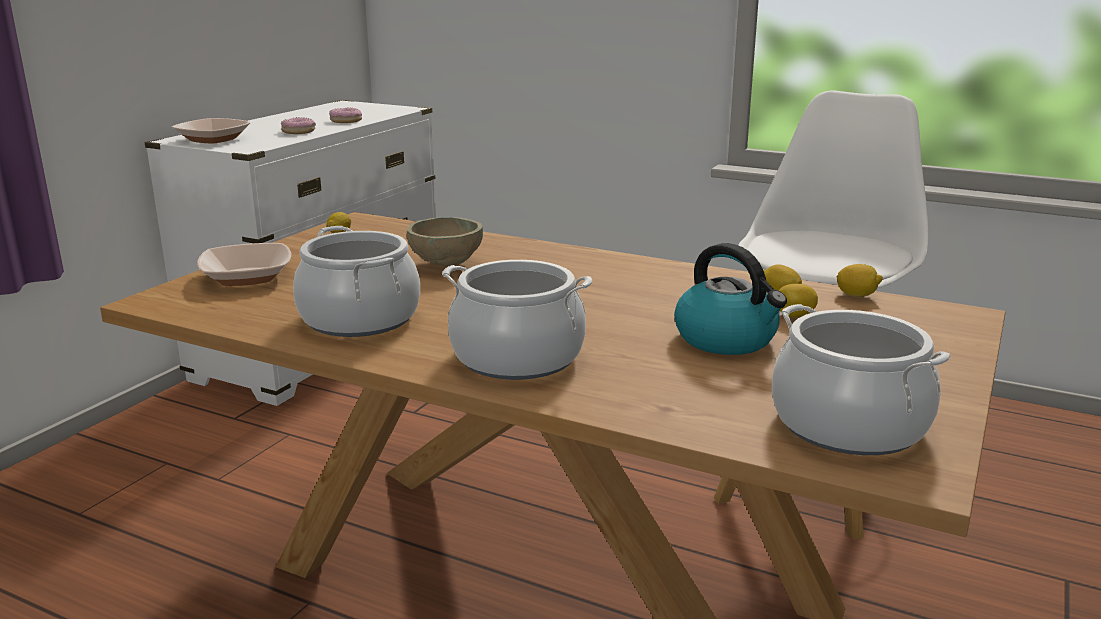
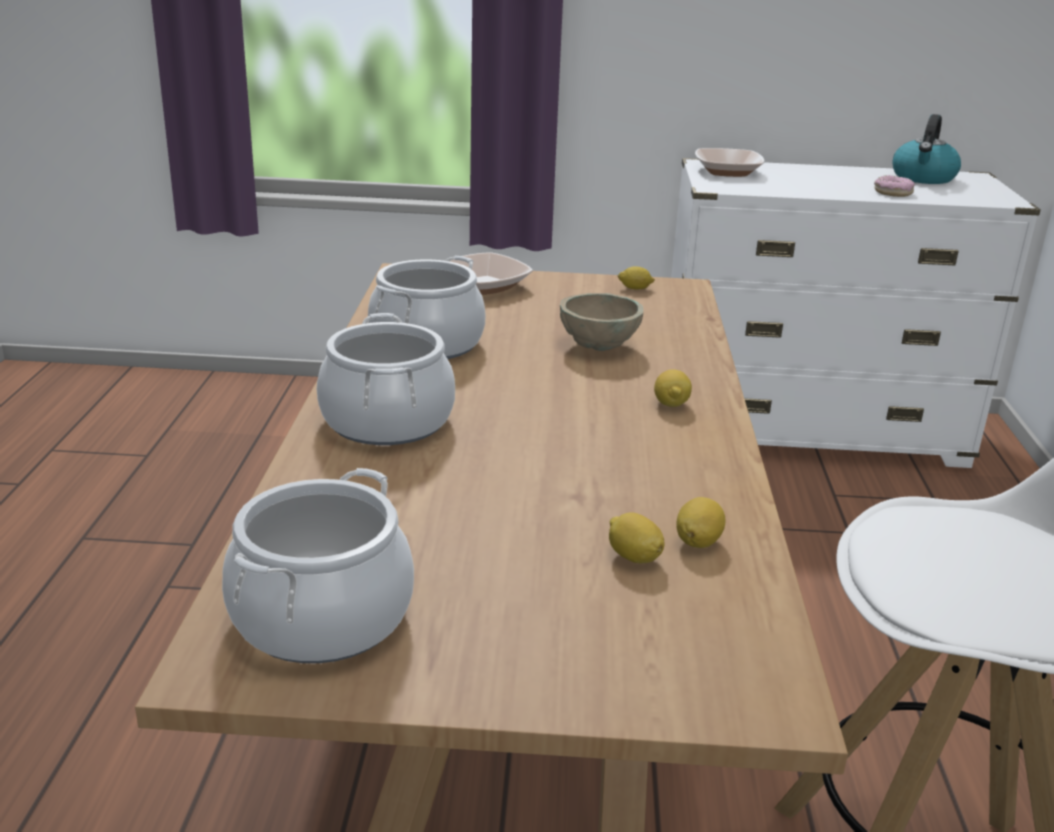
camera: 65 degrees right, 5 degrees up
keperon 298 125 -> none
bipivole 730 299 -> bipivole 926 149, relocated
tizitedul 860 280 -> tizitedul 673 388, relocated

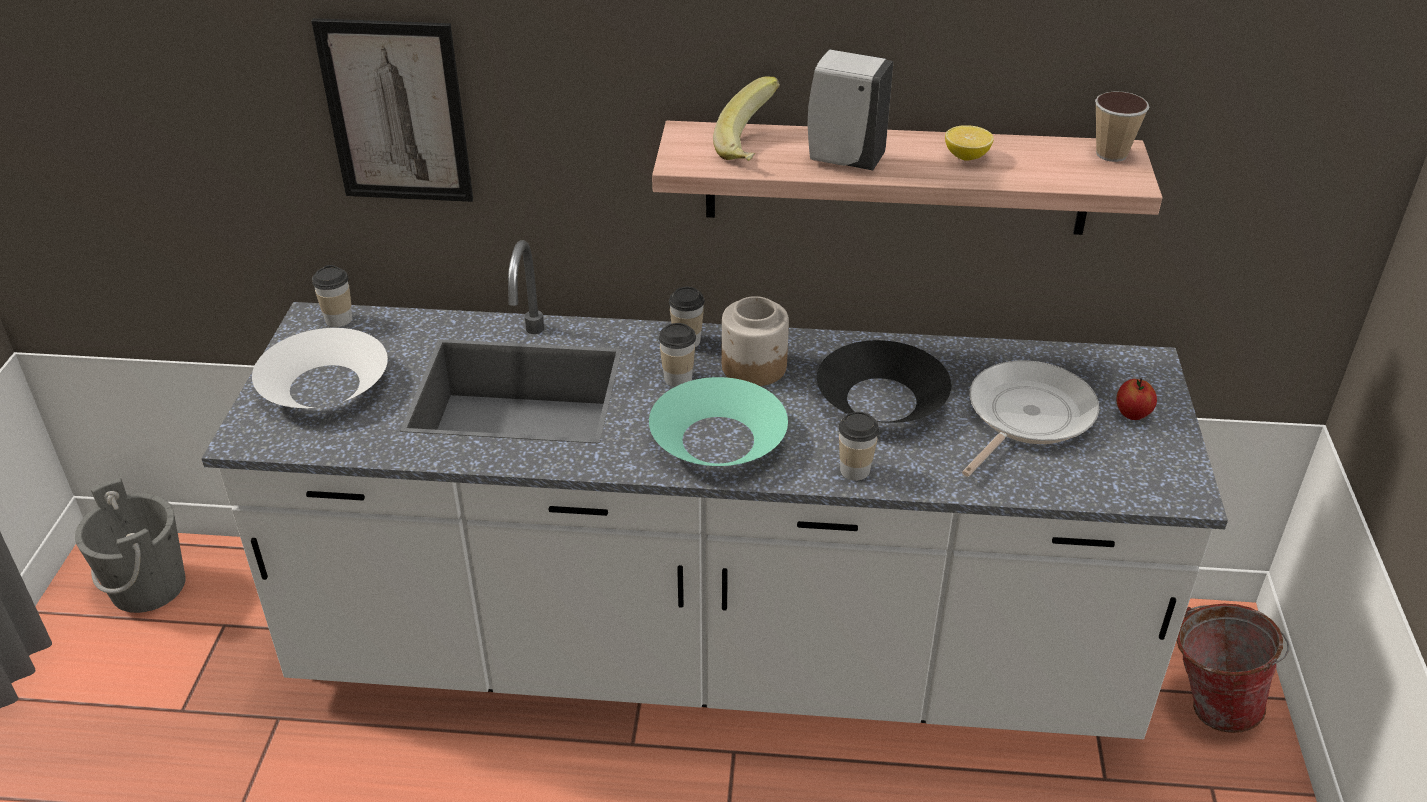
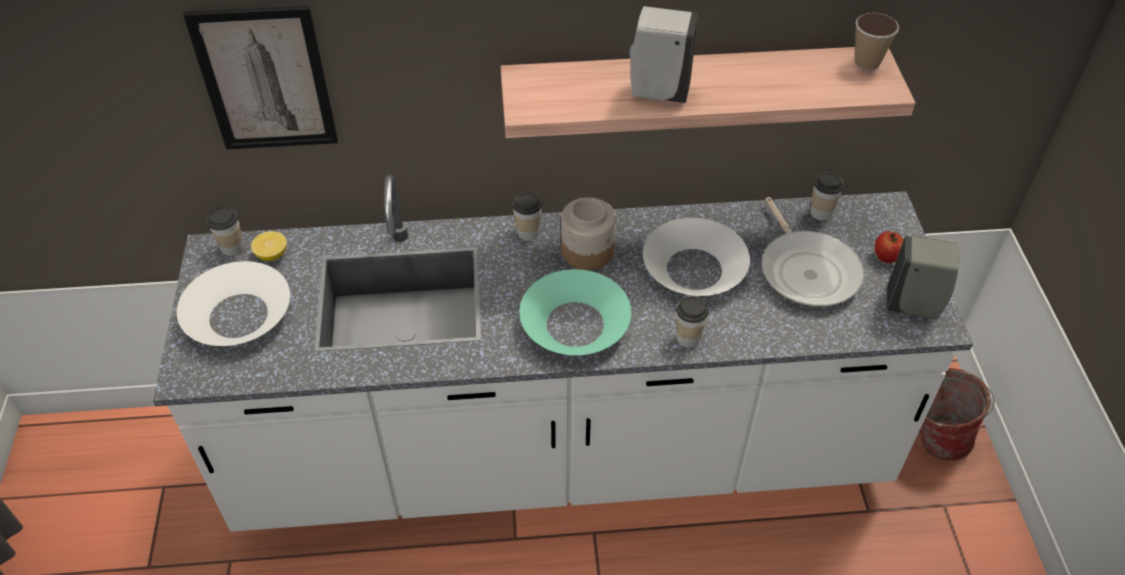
camera: 10 degrees left, 10 degrees up
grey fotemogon 130 545 -> none
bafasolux 677 355 -> bafasolux 827 196, relocated
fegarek 746 118 -> none
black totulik 884 381 -> white totulik 696 257
tizitedul 969 143 -> tizitedul 269 246, relocated
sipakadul 1030 418 -> sipakadul 813 251, 135 degrees clockwise
none -> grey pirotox 923 277

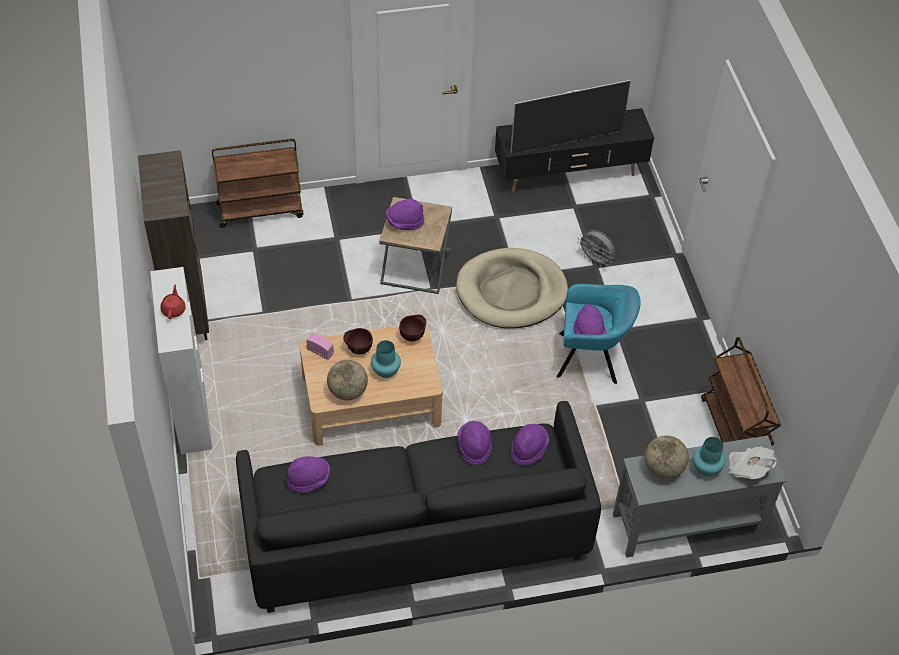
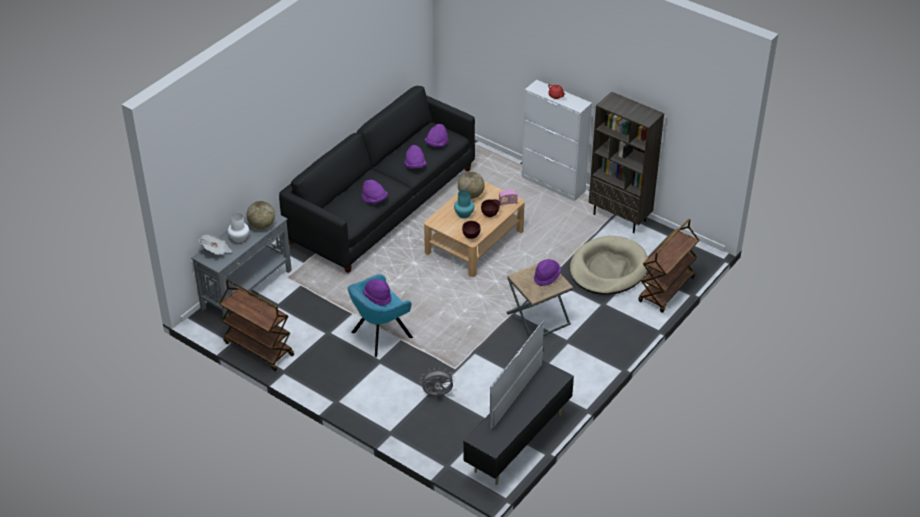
camera: 140 degrees right, 10 degrees down
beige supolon 512 288 -> beige supolon 609 265, relocated
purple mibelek 530 445 -> purple mibelek 415 156, relocated
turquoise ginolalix 709 456 -> white ginolalix 238 228

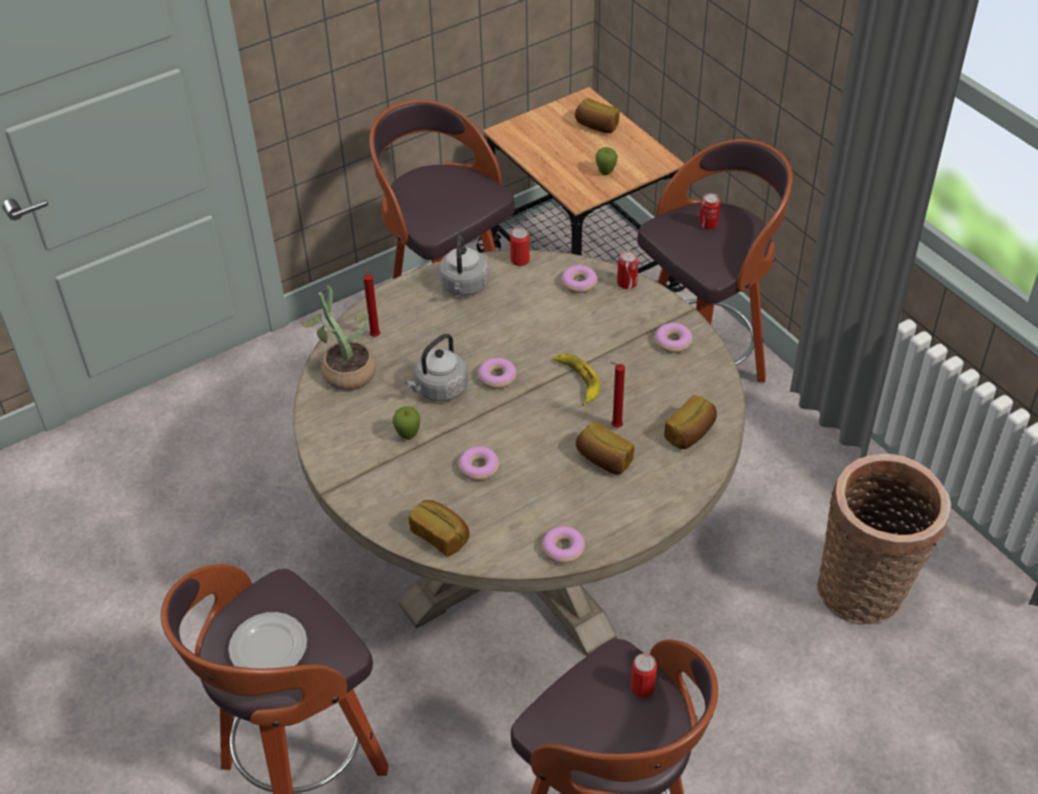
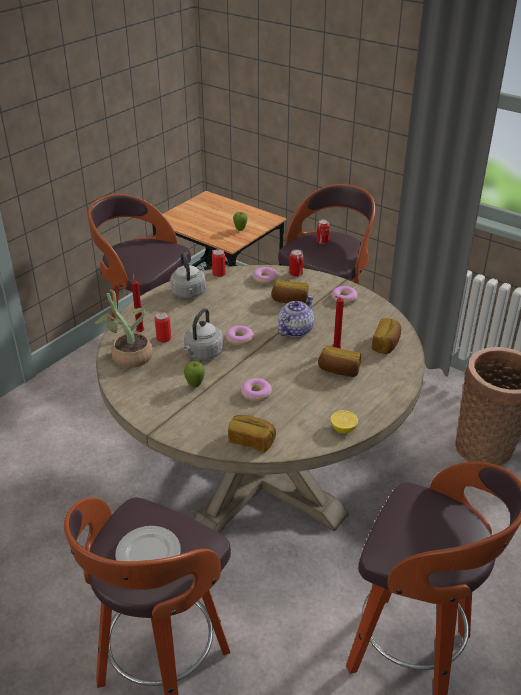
camera: 20 degrees left, 10 degrees down
keperon 563 545 -> tizitedul 344 421
fegarek 577 380 -> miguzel 296 316
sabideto 597 115 -> sabideto 290 291, relocated
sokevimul 644 675 -> sokevimul 163 327, relocated

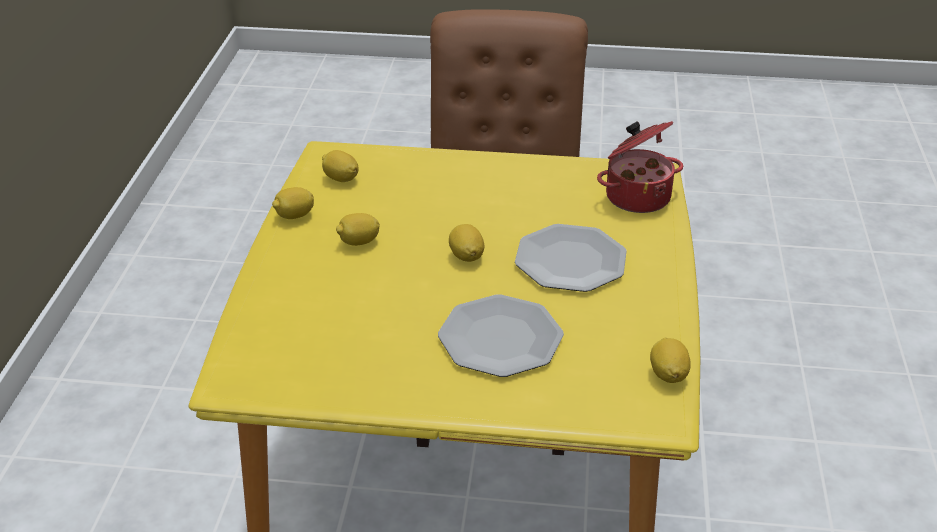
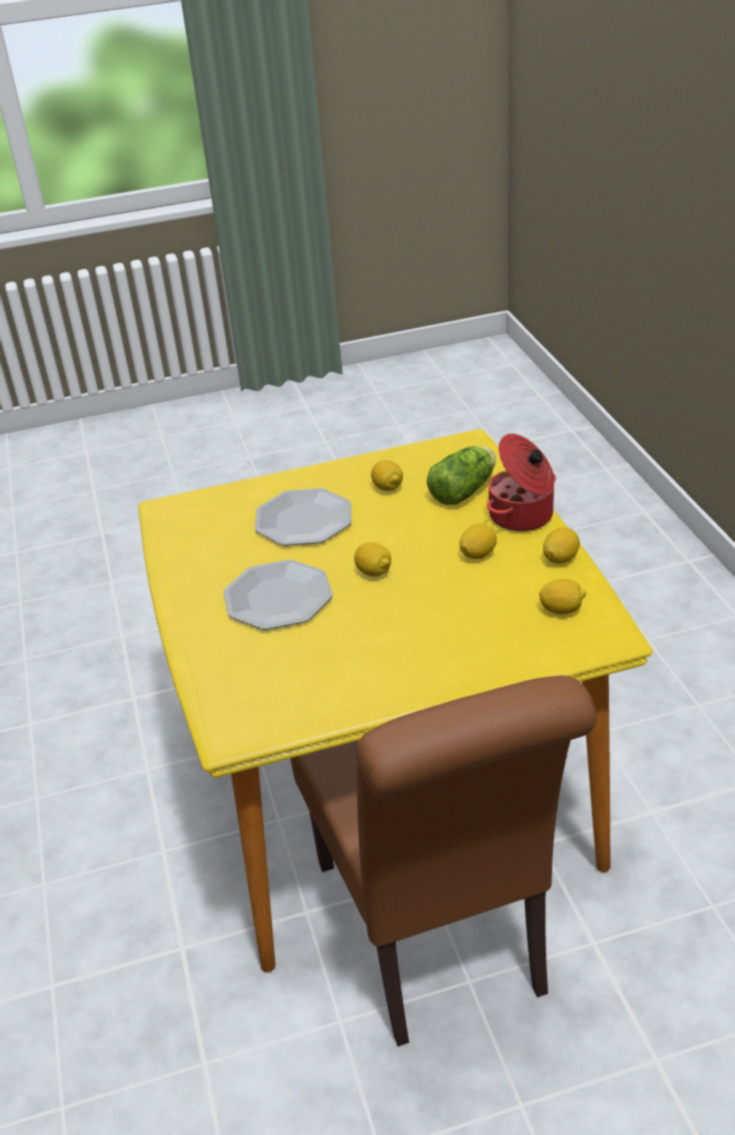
camera: 160 degrees right, 0 degrees up
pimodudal 640 167 -> pimodudal 521 482, relocated
tizitedul 670 360 -> tizitedul 387 475, relocated
none -> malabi 461 475

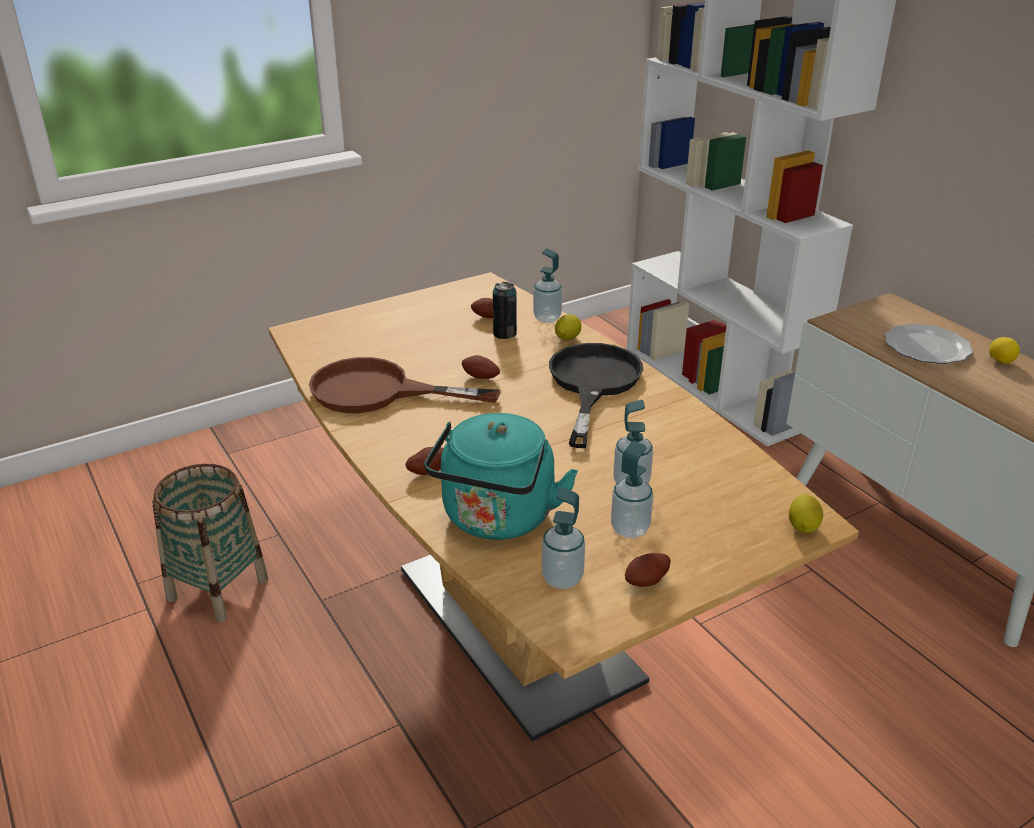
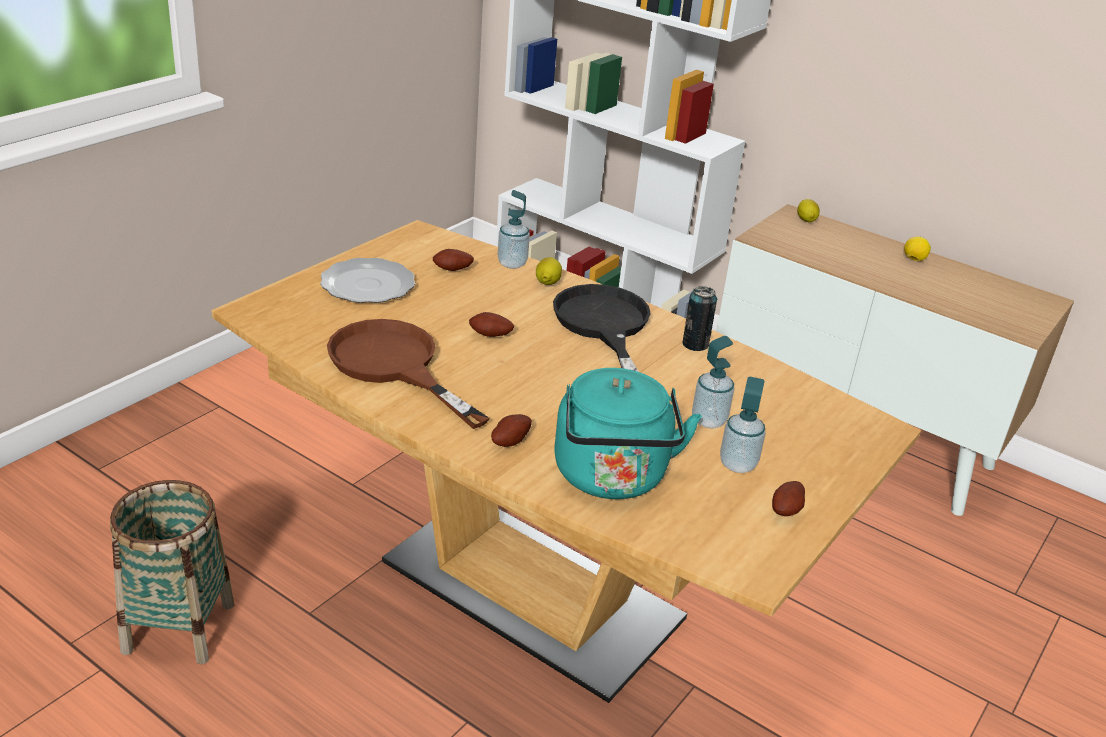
camera: 25 degrees left, 0 degrees up
brown sipakadul 404 385 -> brown sipakadul 408 374, 60 degrees clockwise
sokevimul 505 310 -> sokevimul 699 318, relocated
pirotox 563 538 -> none
tizitedul 806 513 -> tizitedul 808 210, relocated
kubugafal 929 344 -> kubugafal 367 280, relocated

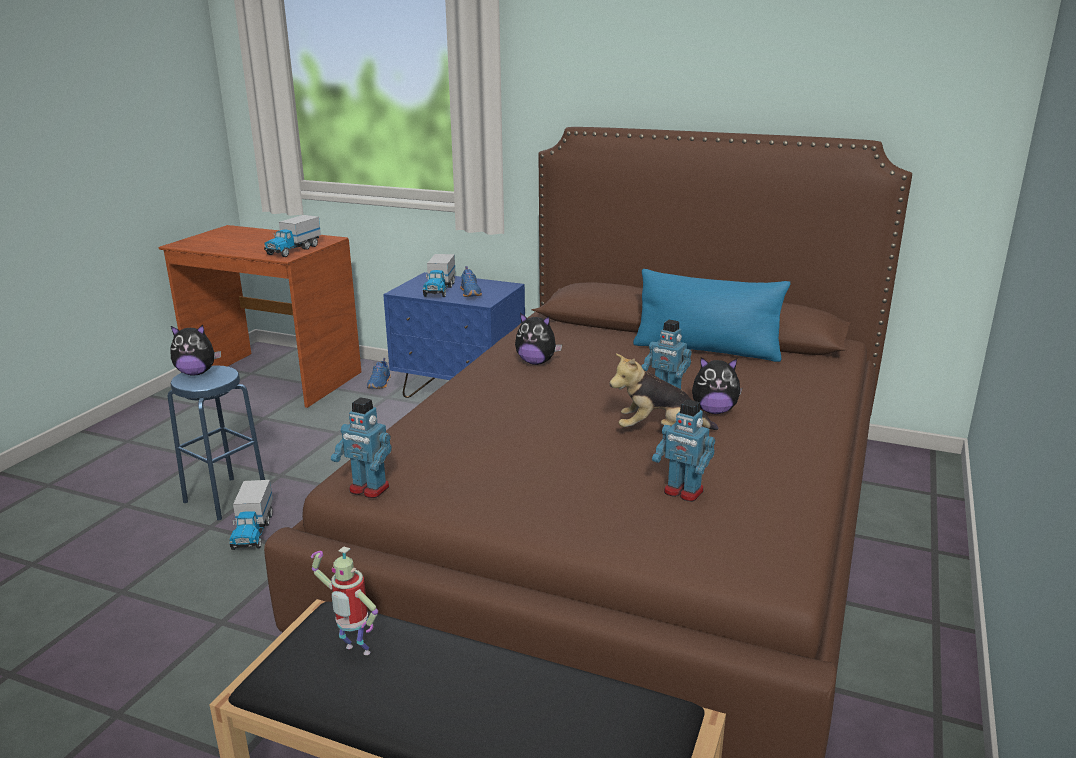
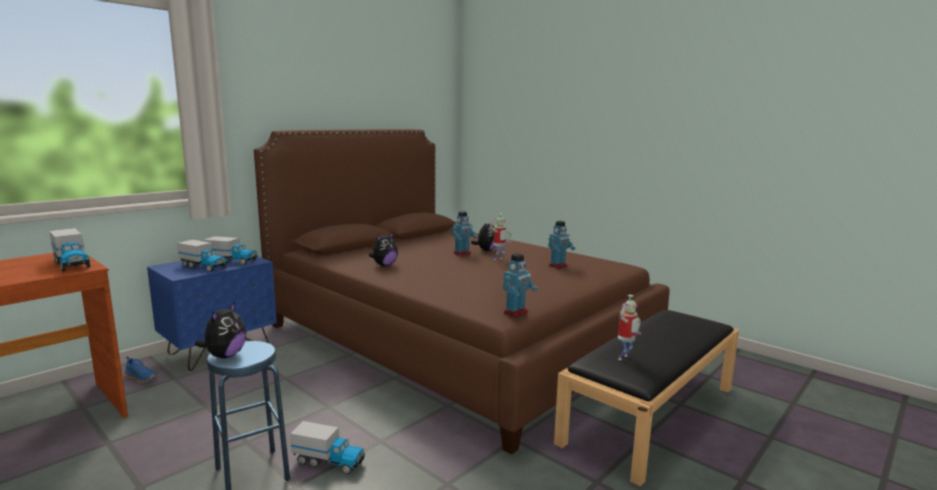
camera: 70 degrees left, 10 degrees down
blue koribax 471 281 -> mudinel 230 250
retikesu 663 392 -> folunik 500 237
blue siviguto 712 315 -> none

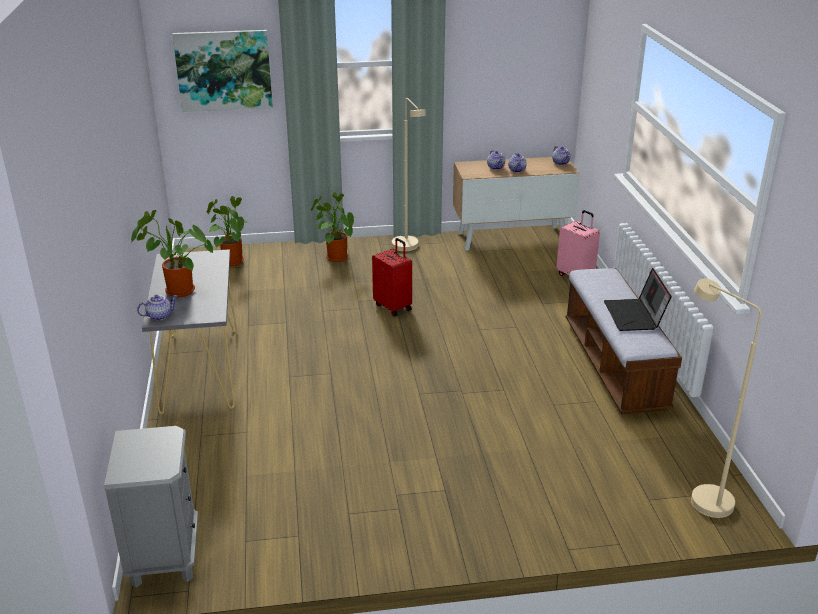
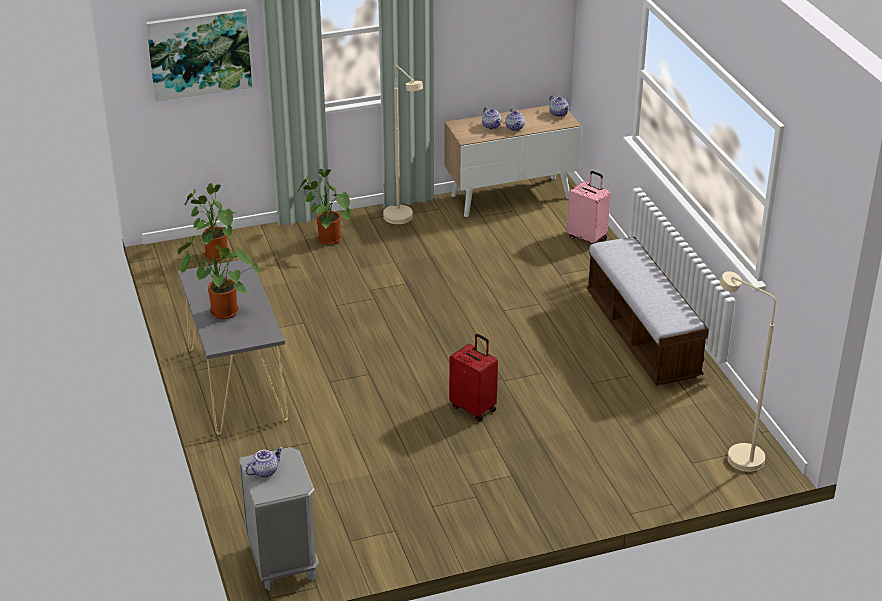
camera: 10 degrees left, 5 degrees up
miguzel 157 307 -> miguzel 264 462, relocated
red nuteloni 392 277 -> red nuteloni 473 378, relocated
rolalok 638 299 -> none

